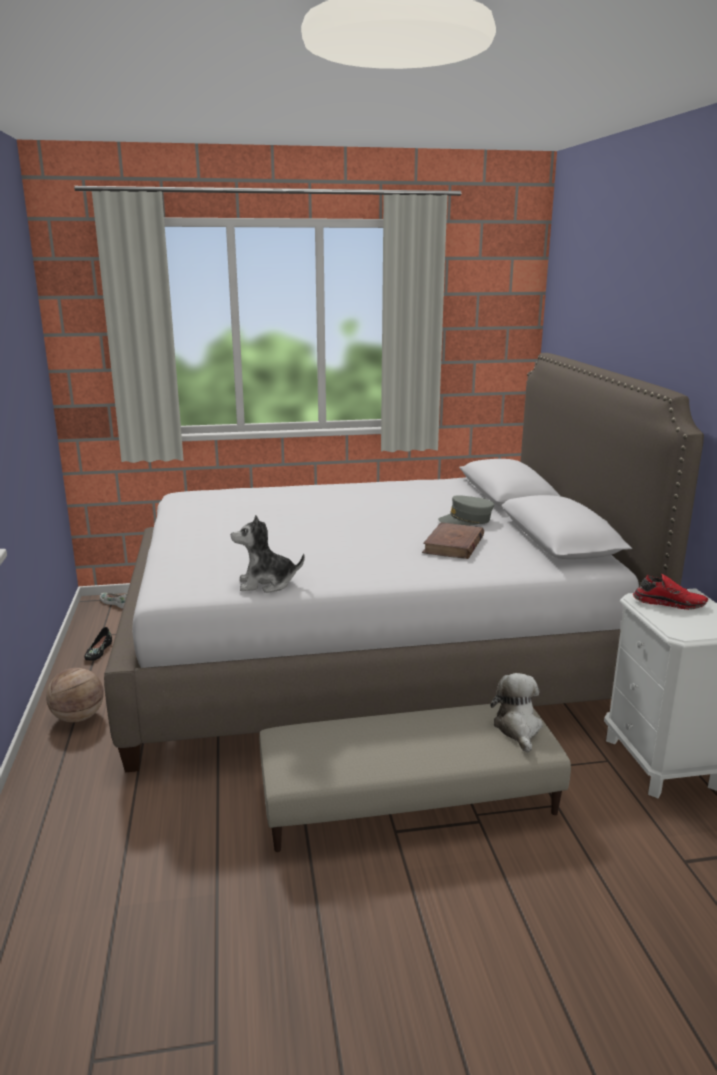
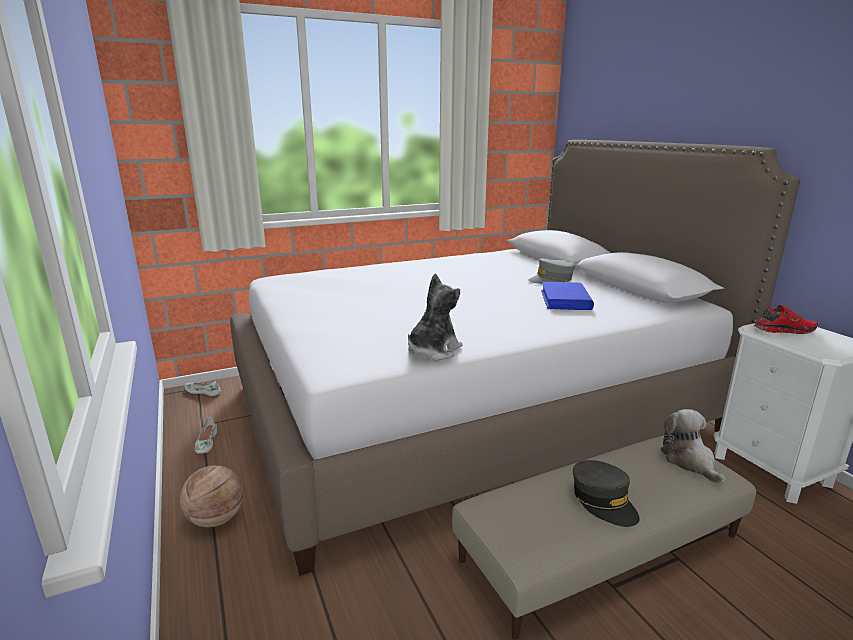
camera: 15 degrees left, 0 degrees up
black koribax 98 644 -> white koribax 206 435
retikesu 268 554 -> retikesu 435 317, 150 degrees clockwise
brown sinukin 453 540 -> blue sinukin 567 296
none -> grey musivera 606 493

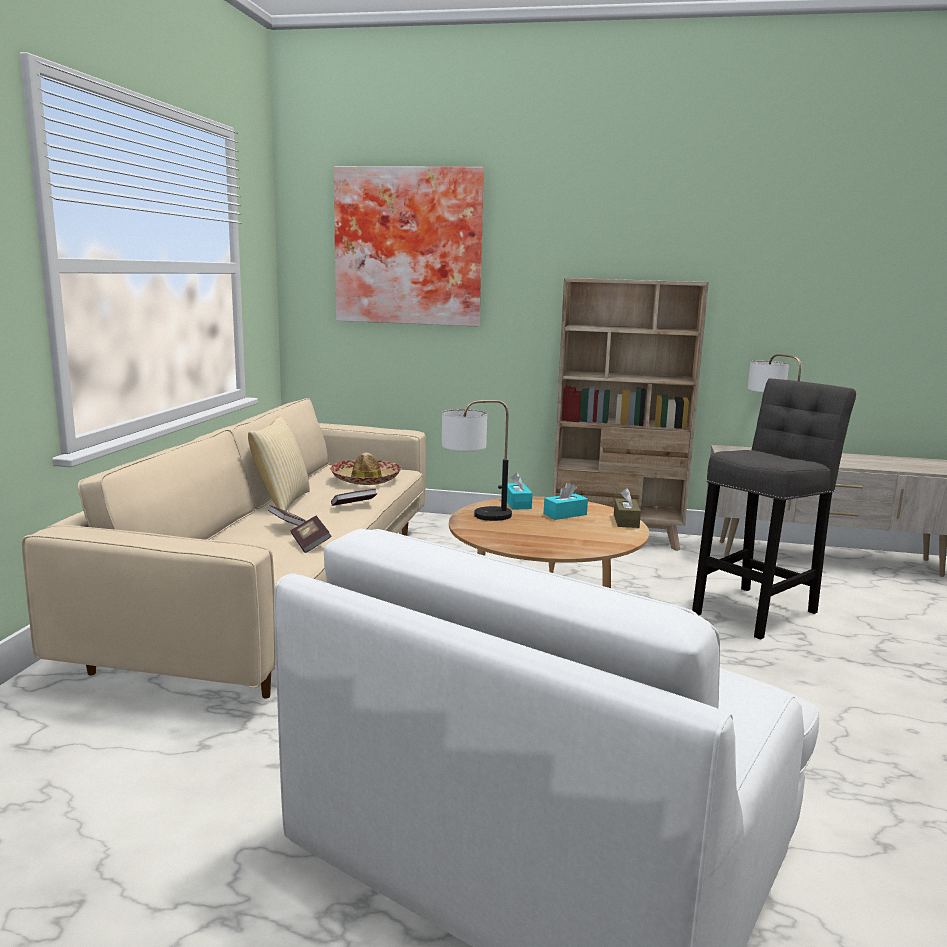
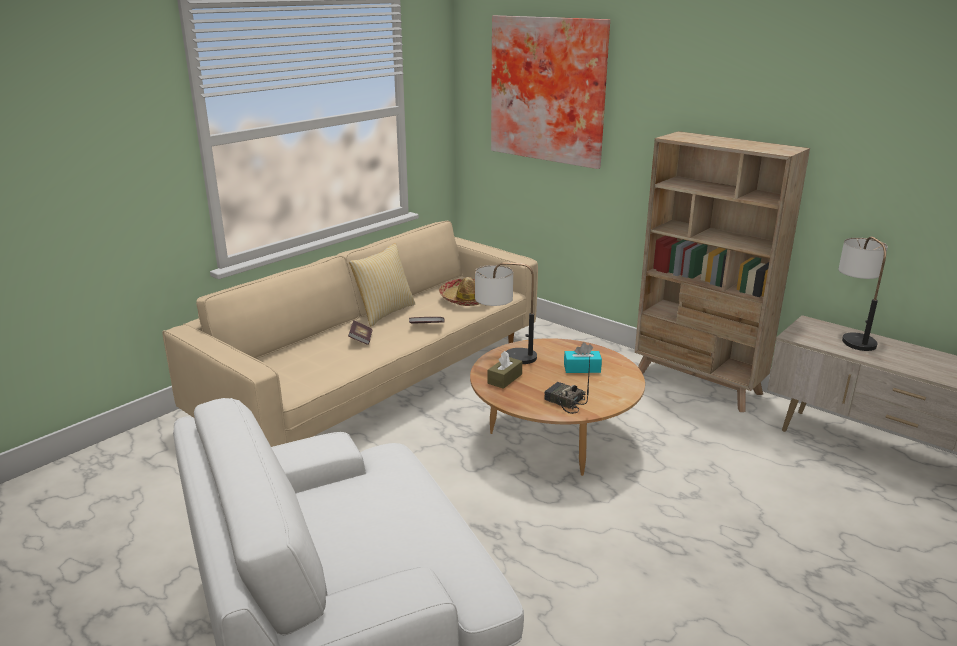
camera: 30 degrees right, 10 degrees up
sinukin 311 534 -> none
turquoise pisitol 520 491 -> none
brown pisitol 627 508 -> brown pisitol 505 370, relocated
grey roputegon 774 509 -> none
none -> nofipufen 567 386

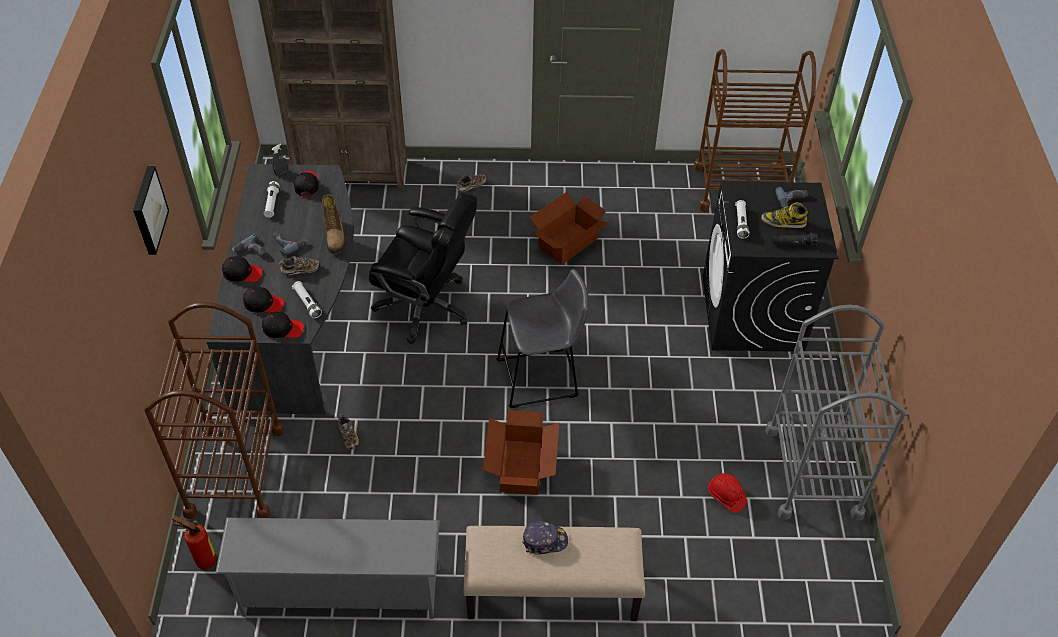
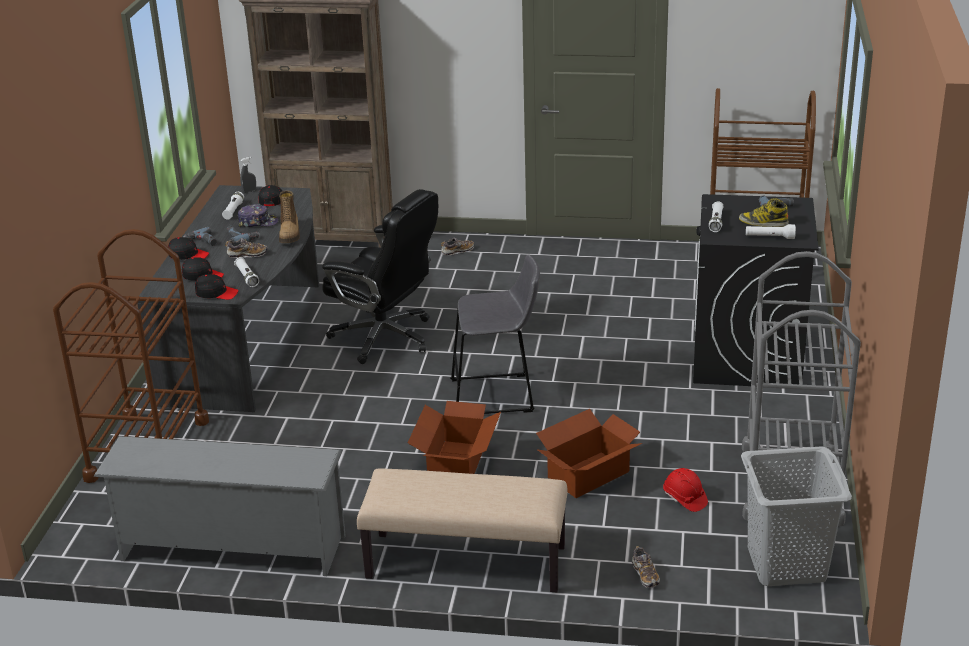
camera: 10 degrees right, 20 degrees down
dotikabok 151 210 -> none
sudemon 194 542 -> none
koribax 348 432 -> koribax 646 567, relocated
musivera 545 537 -> musivera 258 215, relocated
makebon 569 228 -> makebon 589 453, relocated
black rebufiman 794 239 -> white rebufiman 771 231
none -> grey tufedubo 796 516

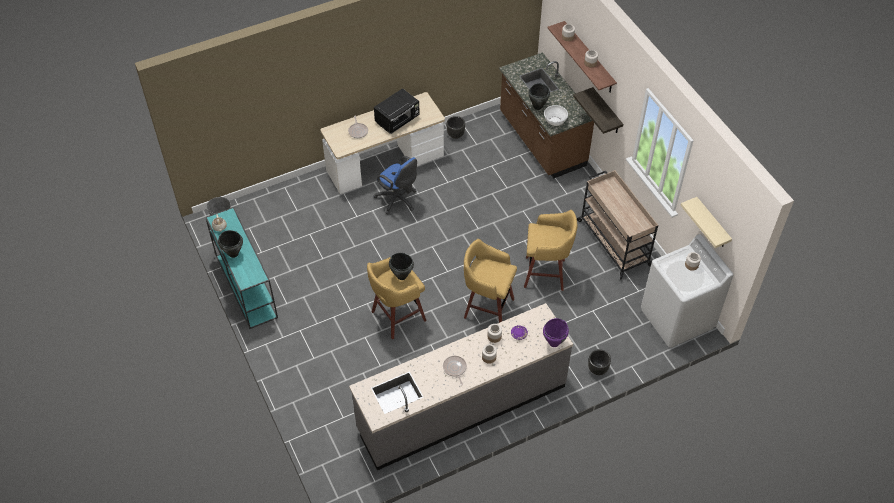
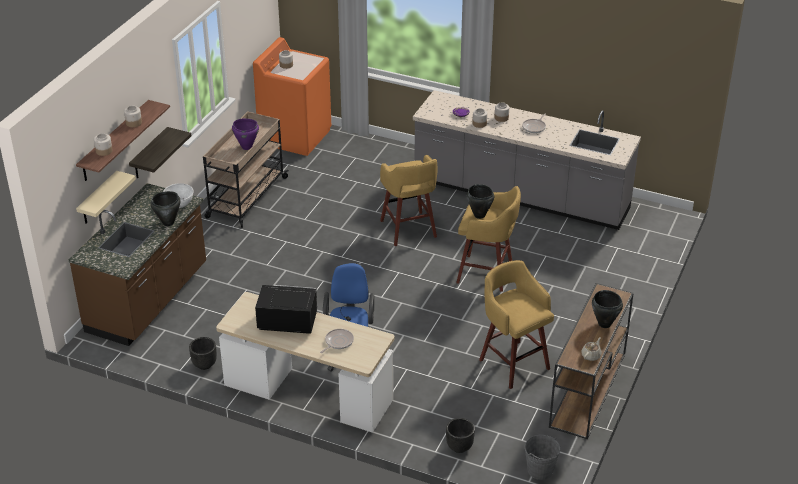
camera: 130 degrees left, 15 degrees down
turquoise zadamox 241 268 -> brown zadamox 591 361
yellow roputegon 551 250 -> yellow roputegon 516 324, relocated
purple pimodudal 556 332 -> purple pimodudal 245 134, relocated
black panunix 599 362 -> black panunix 460 435, relocated
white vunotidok 687 291 -> orange vunotidok 292 96
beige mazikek 706 222 -> beige mazikek 106 197, relocated

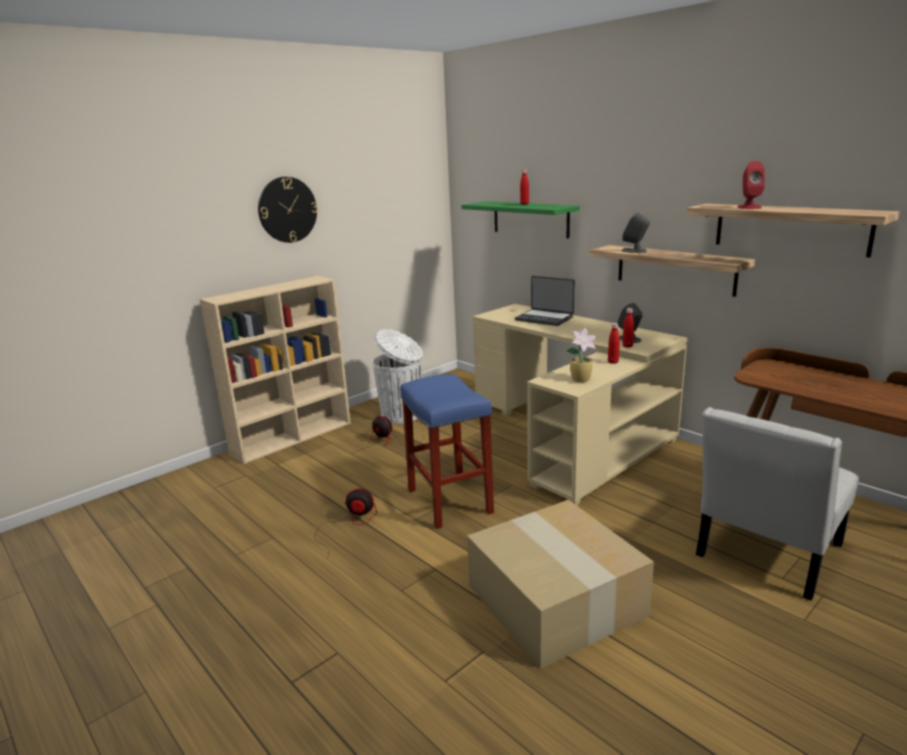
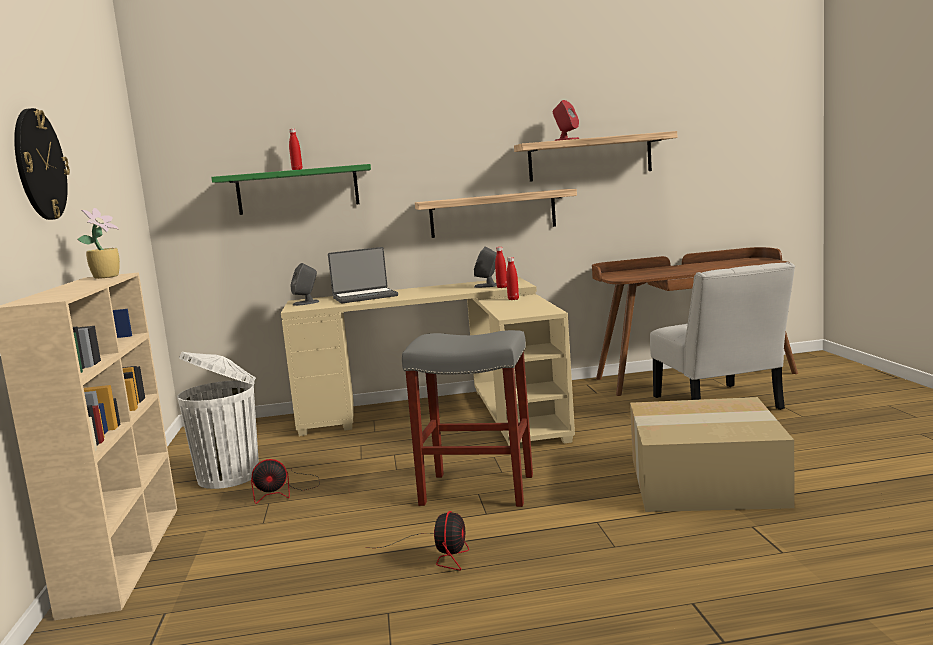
camera: 55 degrees left, 10 degrees down
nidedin 345 523 -> nidedin 423 541, 150 degrees clockwise
blue roputegon 447 451 -> grey roputegon 467 418
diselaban 581 355 -> diselaban 99 243, relocated
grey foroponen 635 232 -> grey foroponen 305 284, relocated

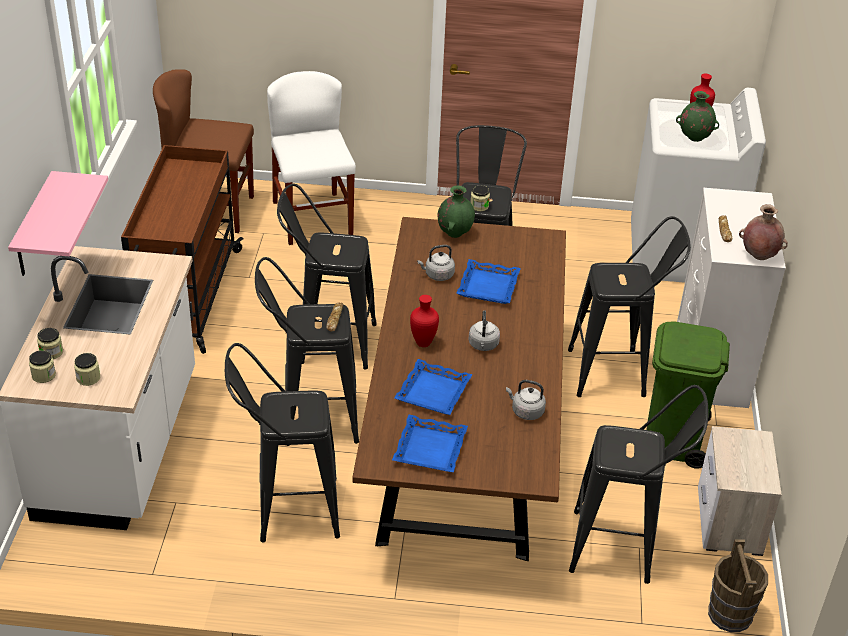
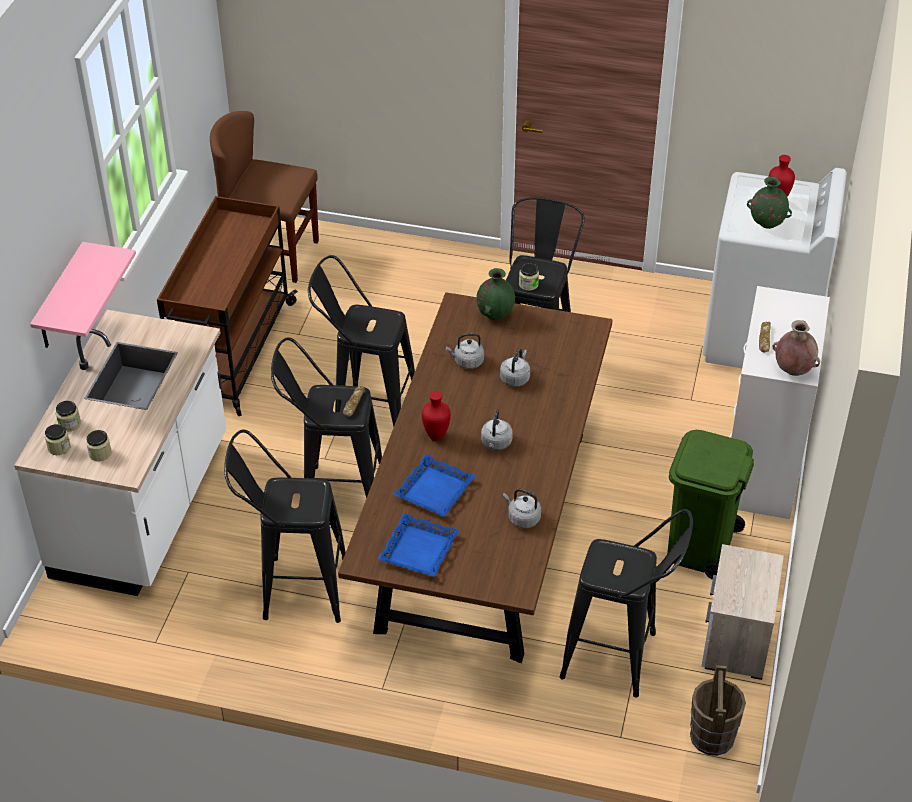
camera: 10 degrees right, 5 degrees up
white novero 311 158 -> none
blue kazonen 488 281 -> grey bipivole 515 367
black roputegon 629 306 -> none

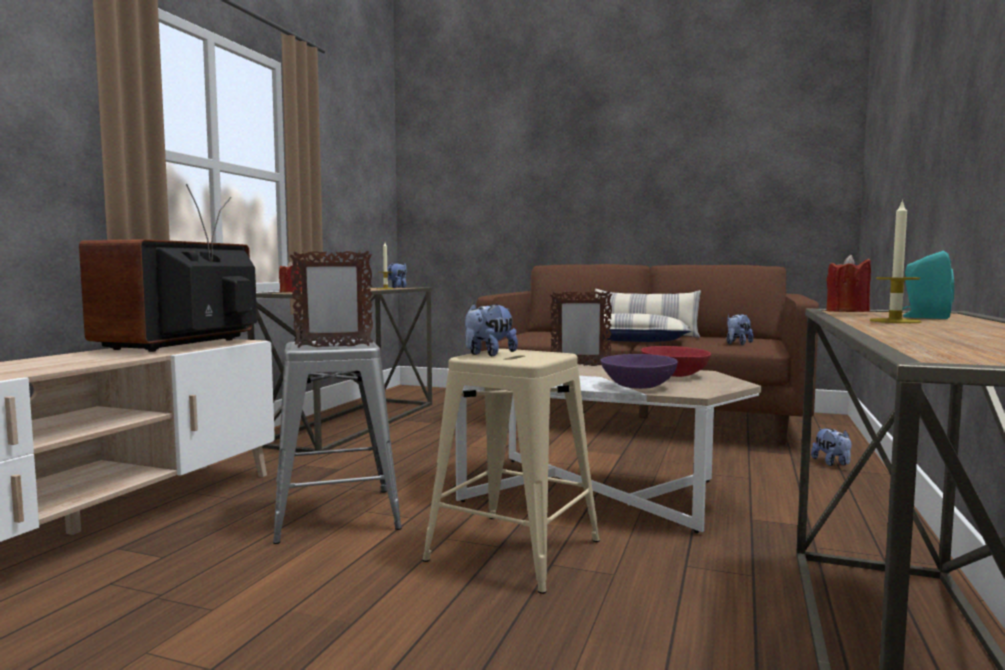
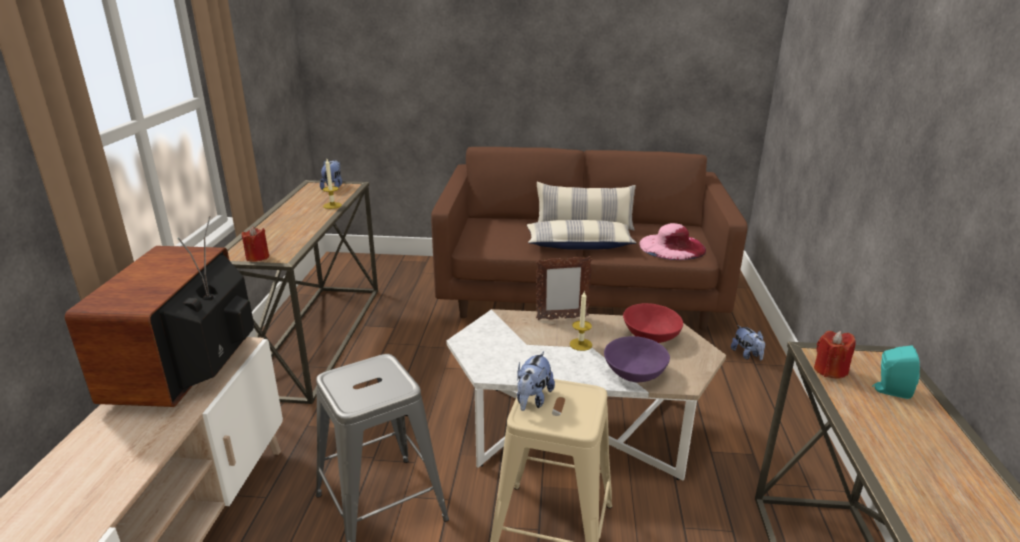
camera: 15 degrees left, 20 degrees up
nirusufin 331 299 -> none
retikesu 740 329 -> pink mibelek 672 241
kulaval 895 261 -> kulaval 581 321, relocated

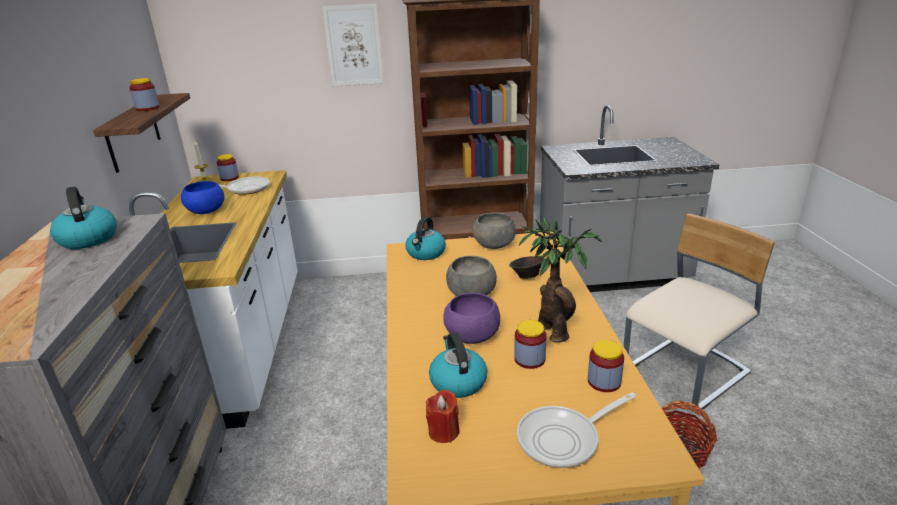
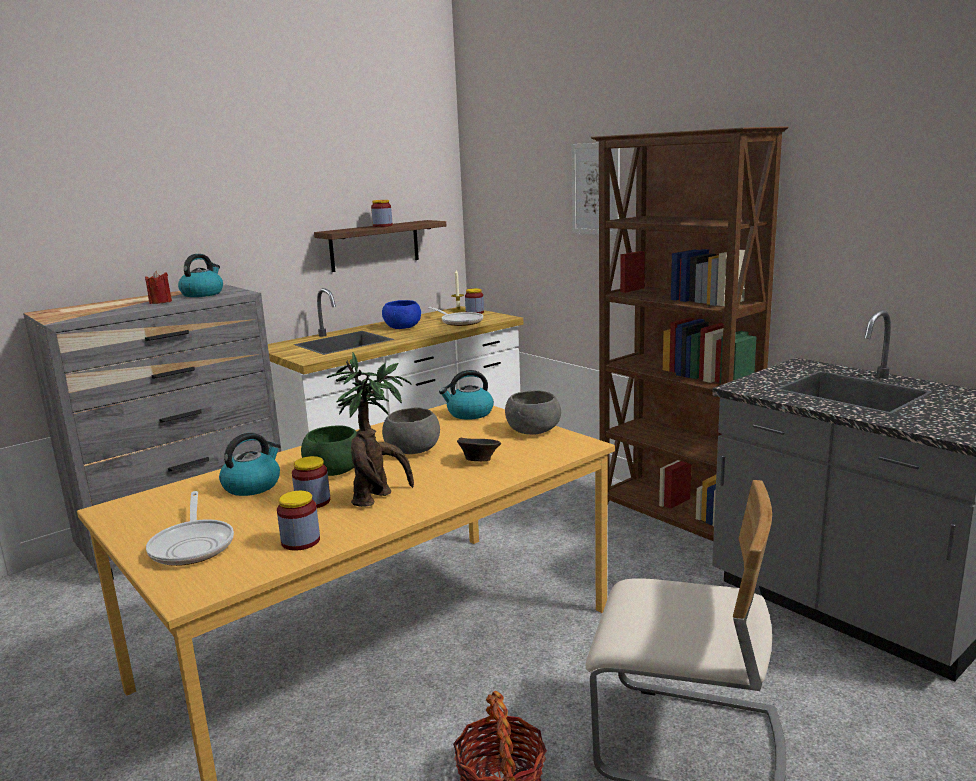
camera: 55 degrees right, 10 degrees down
red kulaval 442 416 -> red kulaval 158 287, relocated
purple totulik 471 318 -> green totulik 329 450
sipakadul 576 430 -> sipakadul 190 528, 135 degrees counterclockwise

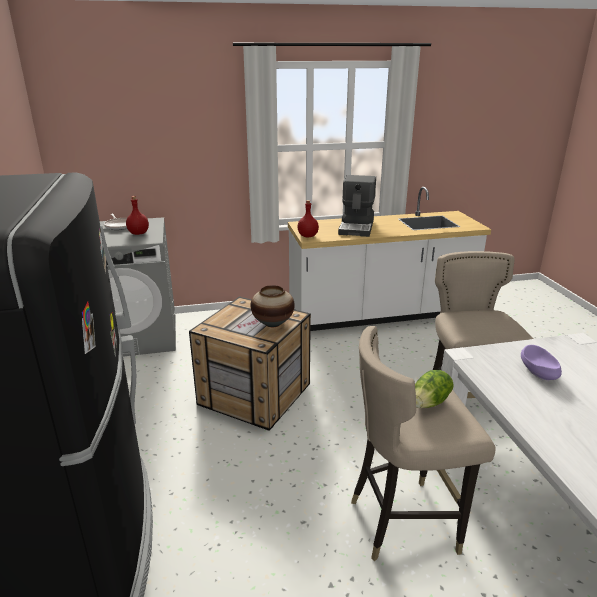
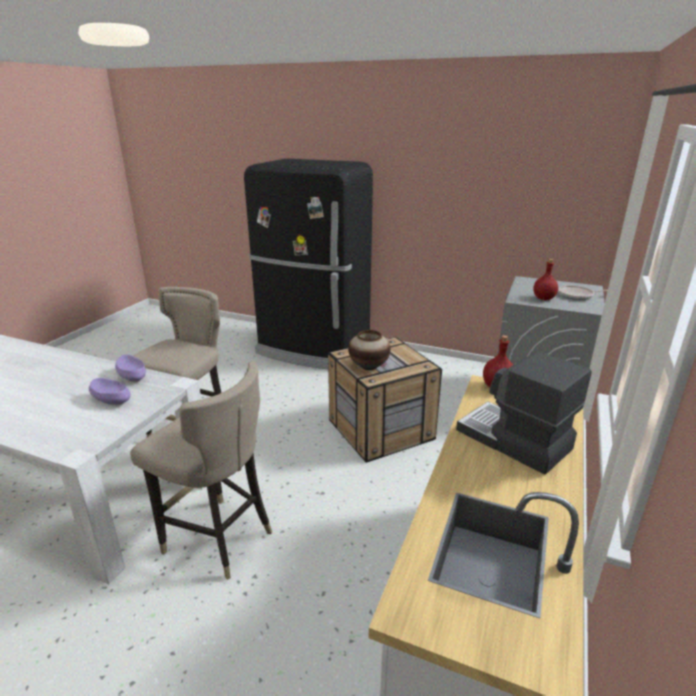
camera: 125 degrees right, 0 degrees up
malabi 434 389 -> none
none -> purple totulik 130 368

